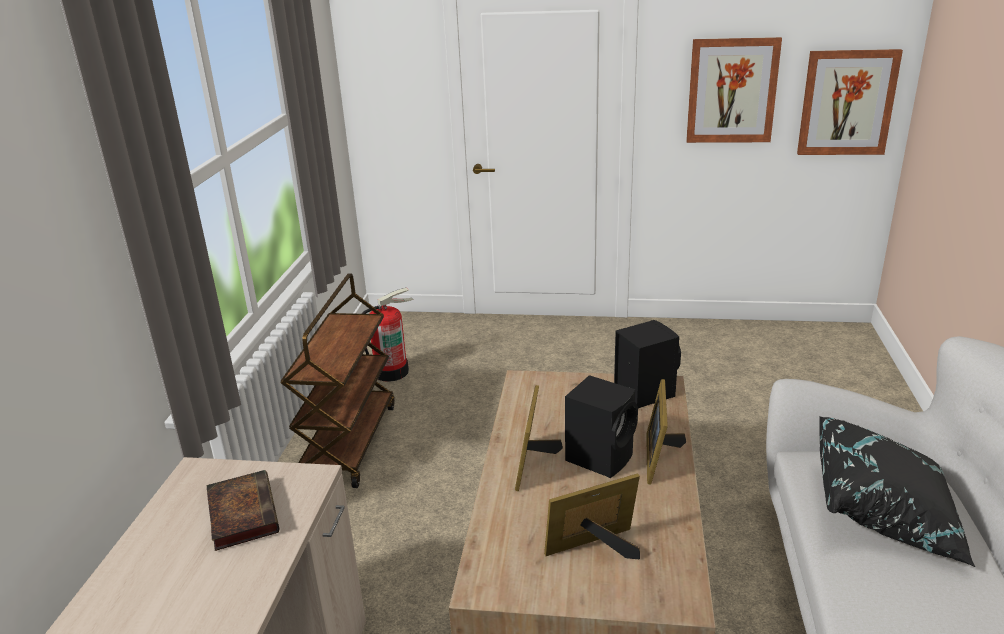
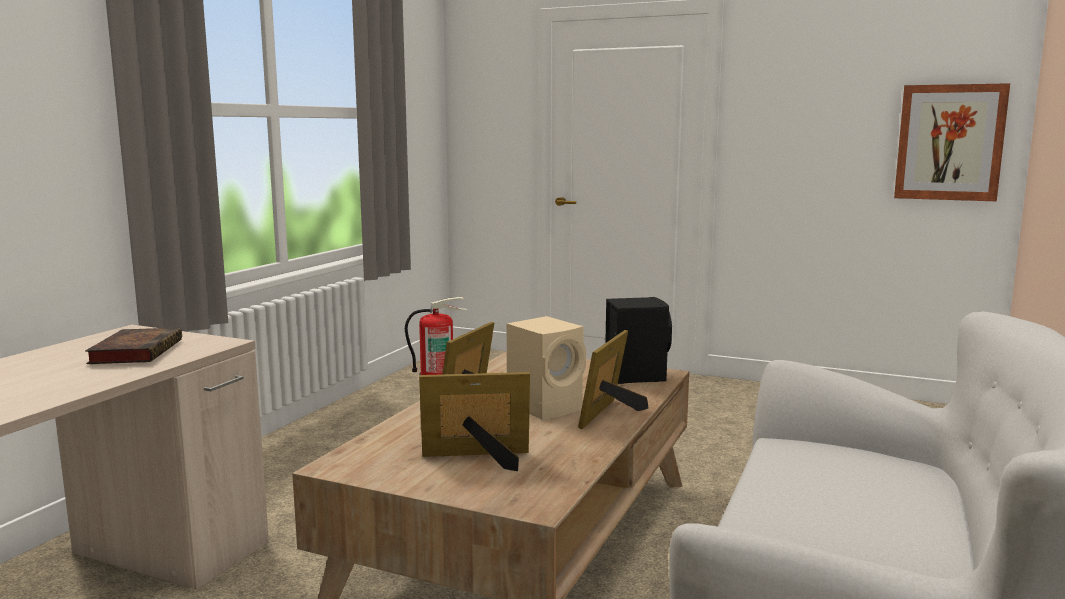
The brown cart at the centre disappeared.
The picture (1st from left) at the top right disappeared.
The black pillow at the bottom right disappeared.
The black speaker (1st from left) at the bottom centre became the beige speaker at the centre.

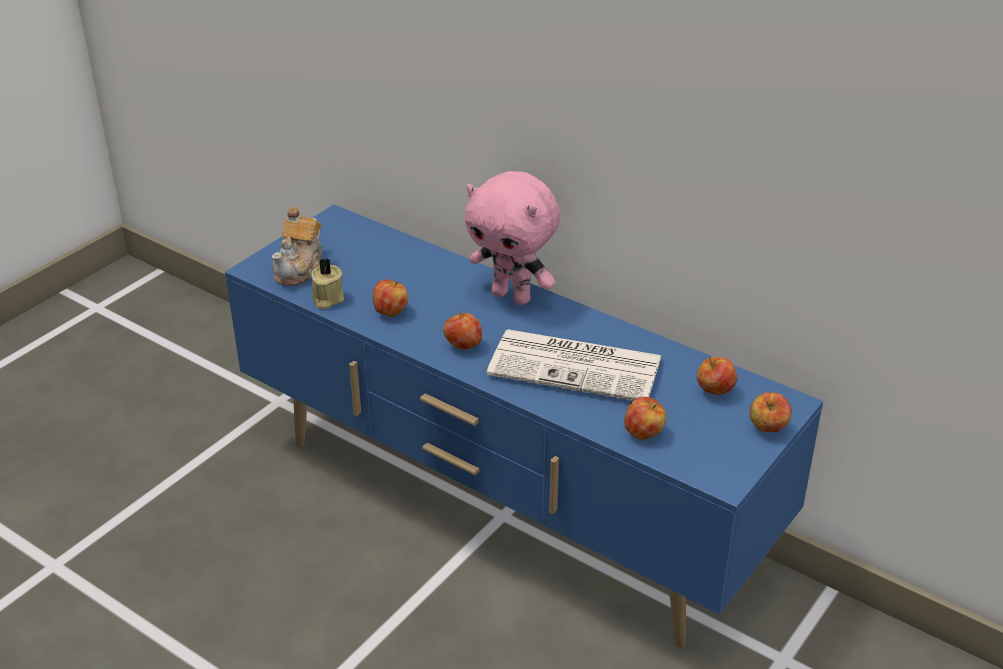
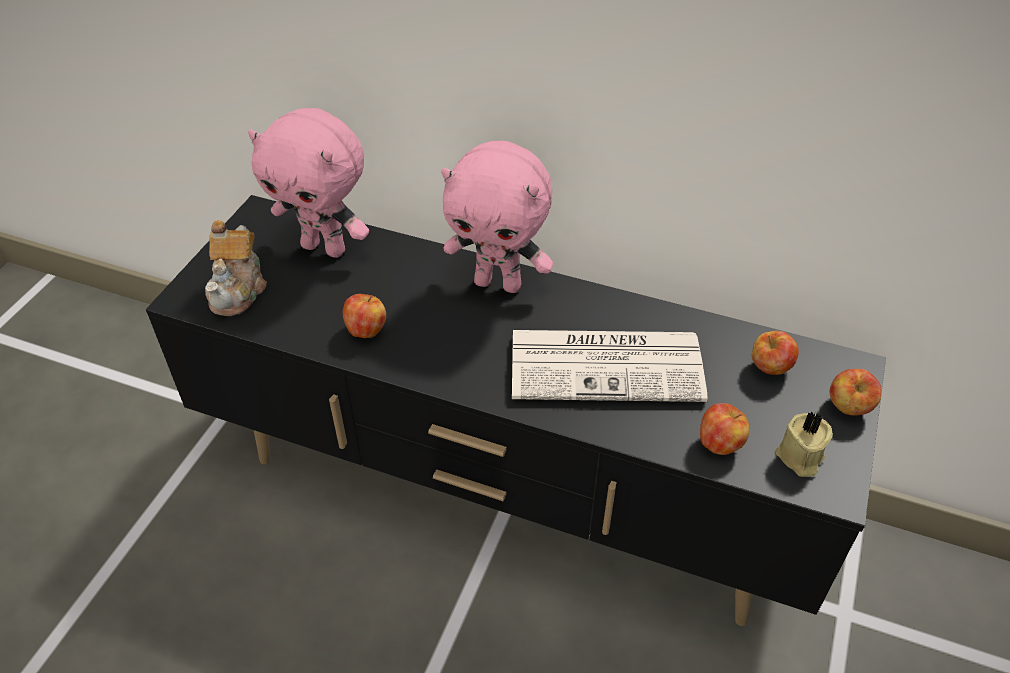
The apple (2nd from left) at the centre disappeared.
The pink plush toy (1st from left) at the top left appeared.
The beige candle moved from the middle left to the middle right.
The blue tv stand at the centre became the black tv stand at the centre.

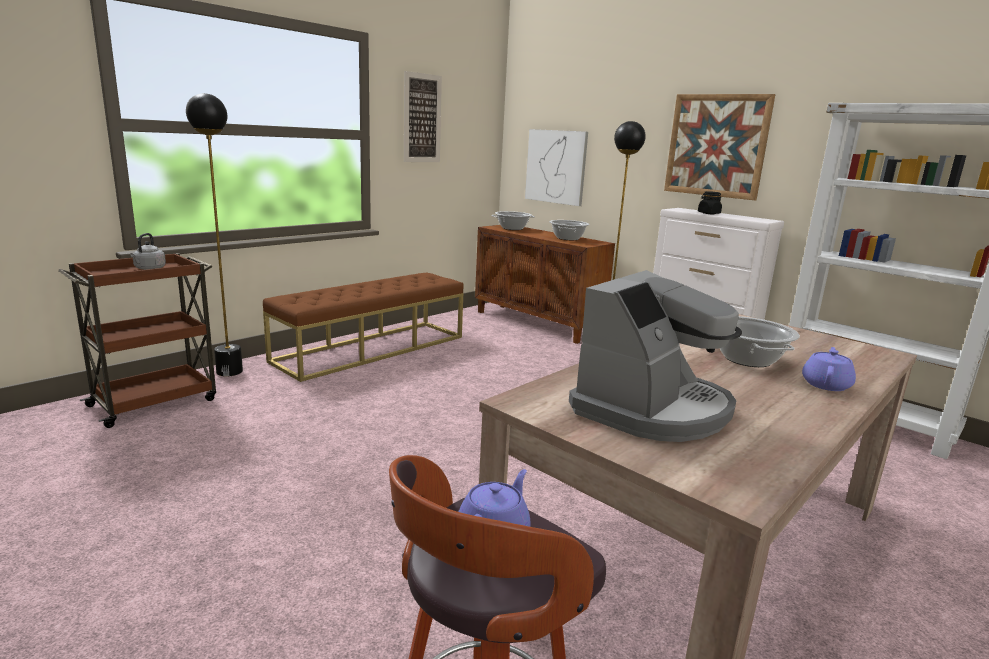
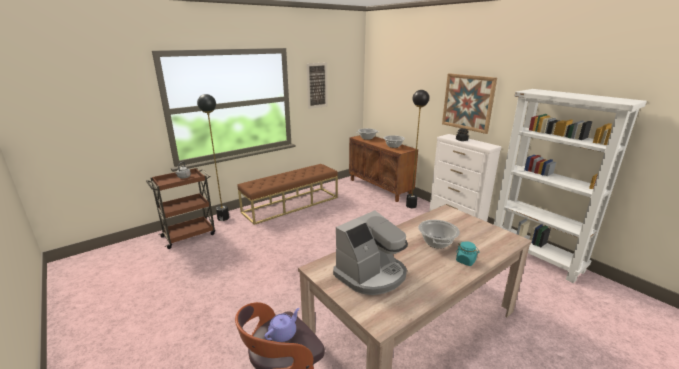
The picture (2nd from left) at the top centre disappeared.
The purple teapot (2nd from left) at the middle right was replaced by the turquoise jar at the bottom right.

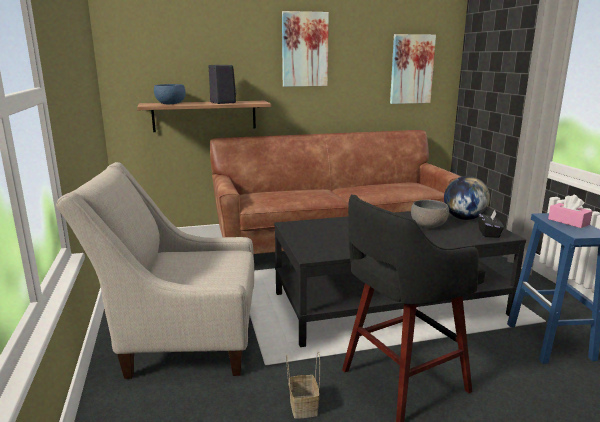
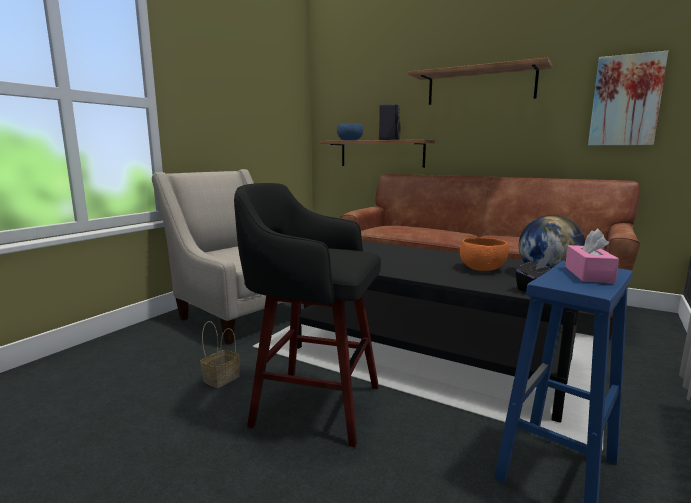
The picture (1st from left) at the top centre was replaced by the shelf (2nd from left) at the top right.
The grey bowl at the middle right became the orange bowl at the middle right.

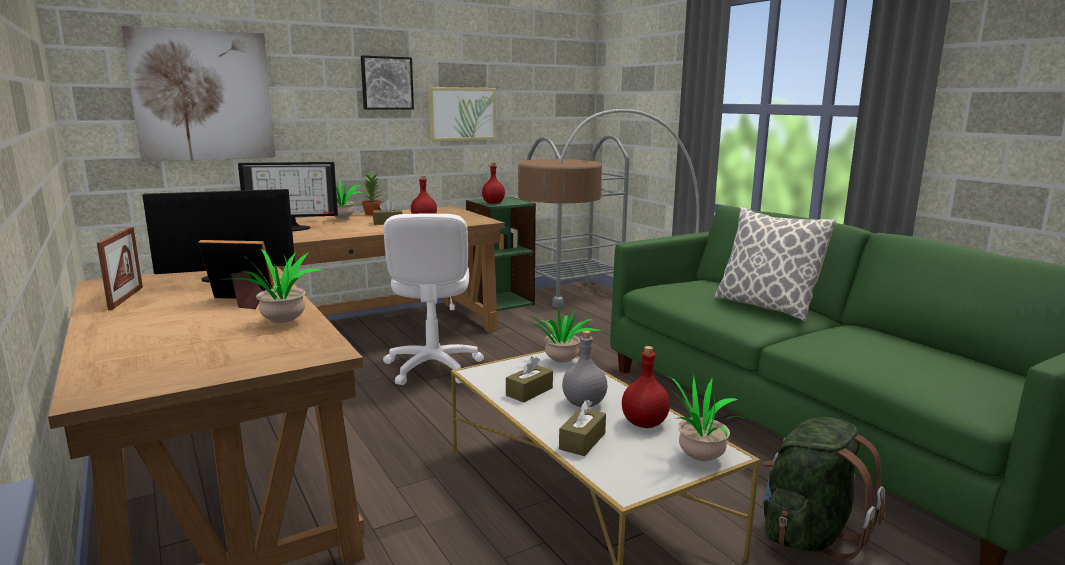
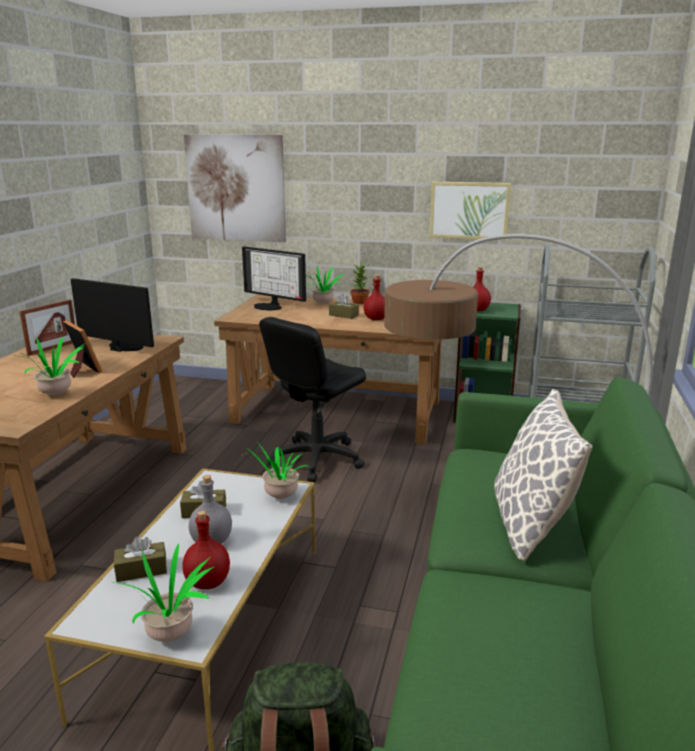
The picture (2nd from left) at the top centre disappeared.
The white office chair at the centre became the black office chair at the centre.

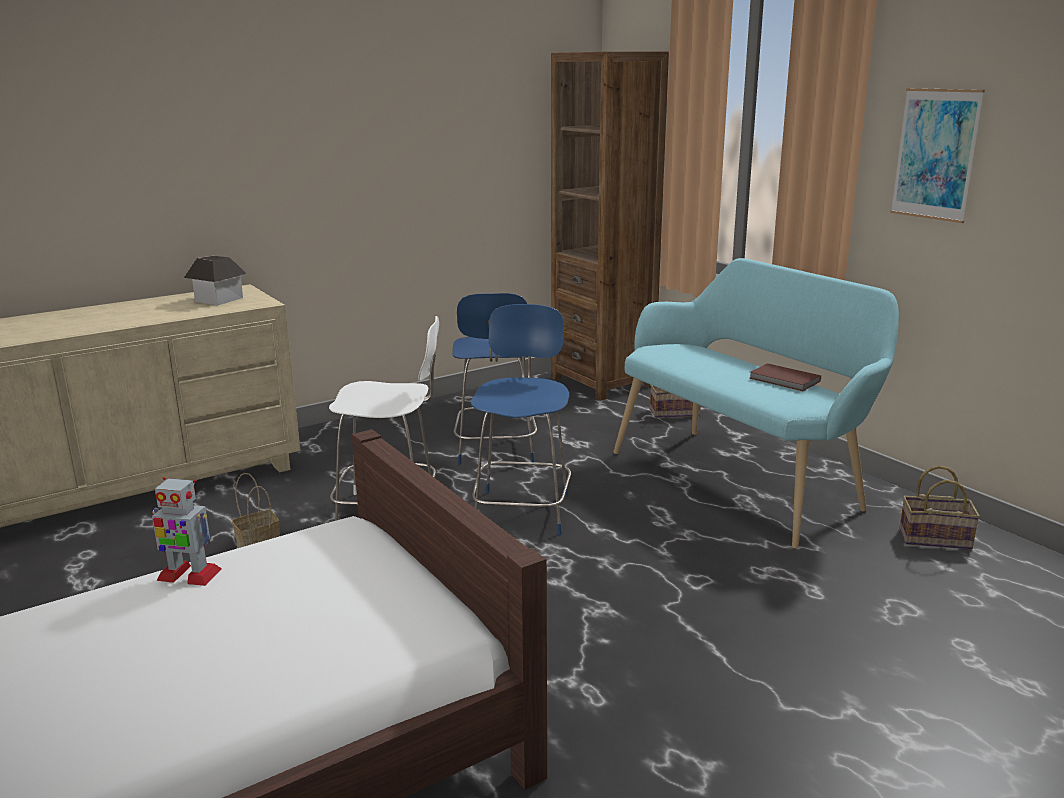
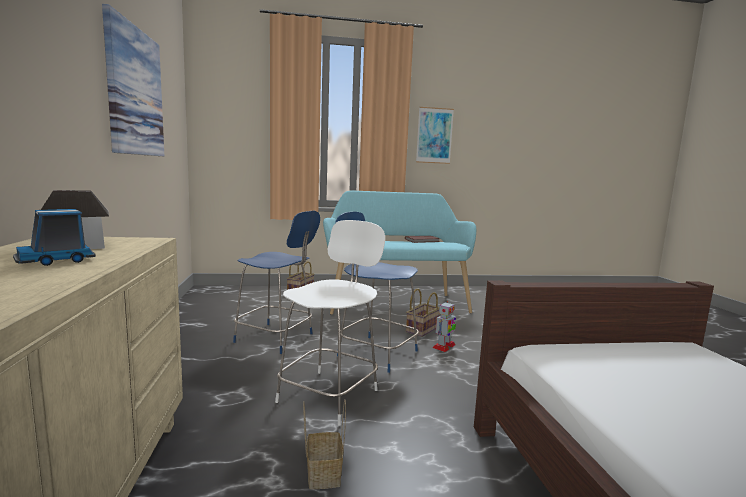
The brown bookcase at the top centre disappeared.
The toy truck at the middle left appeared.
The picture (1st from left) at the top left appeared.
The toy robot moved from the middle left to the centre.
The basket (3rd from left) moved from the middle right to the centre.

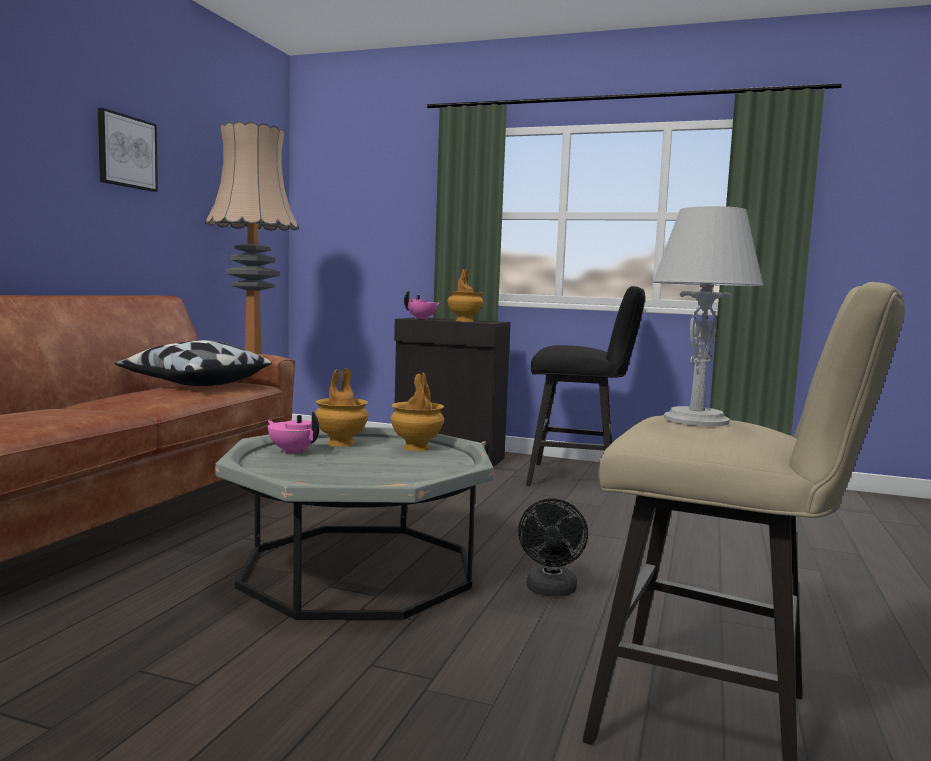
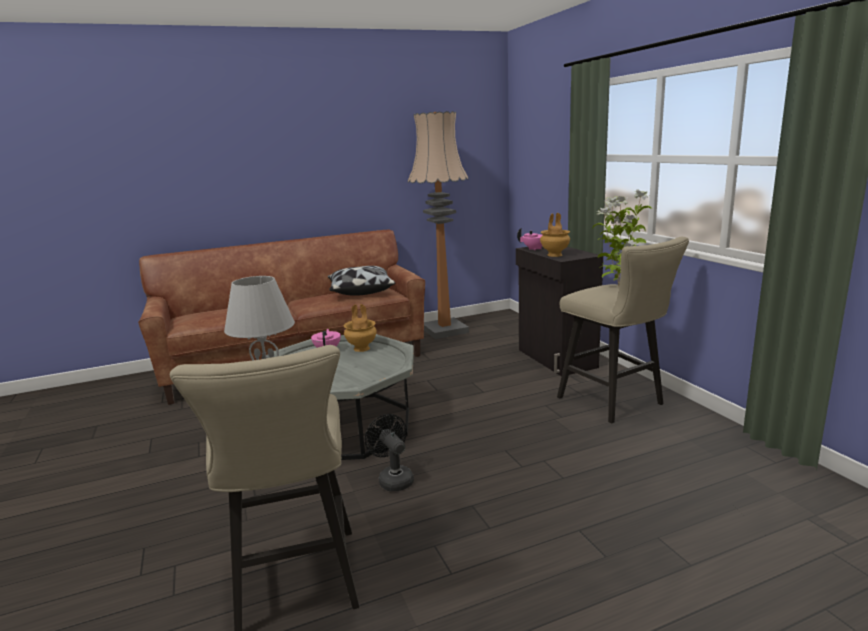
The picture at the top left disappeared.
The brown vase (2nd from left) at the centre disappeared.
The potted plant at the middle right appeared.
The black stool at the centre became the beige stool (2nd from left) at the middle right.
The black fan at the bottom centre turned 90 degrees clockwise.

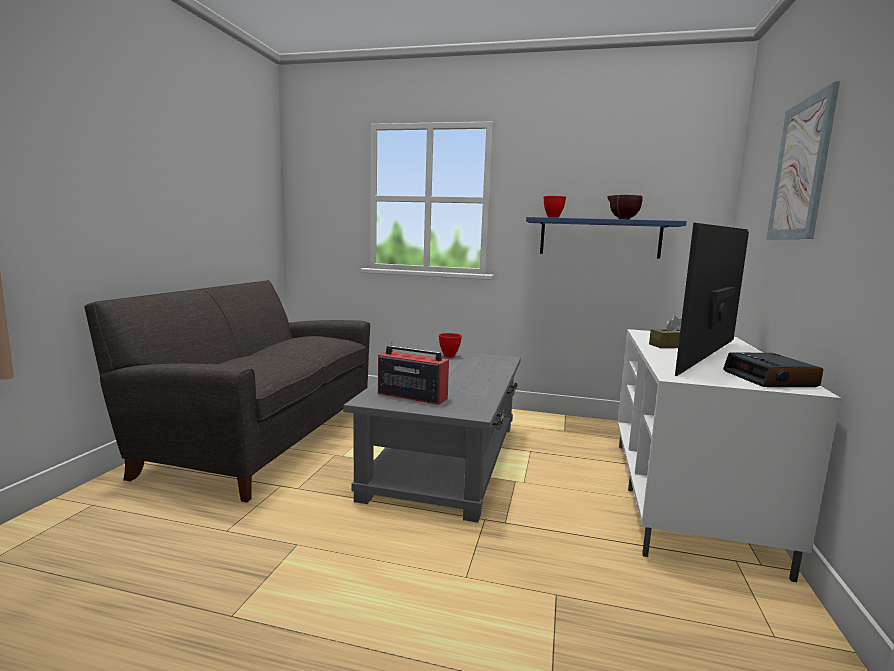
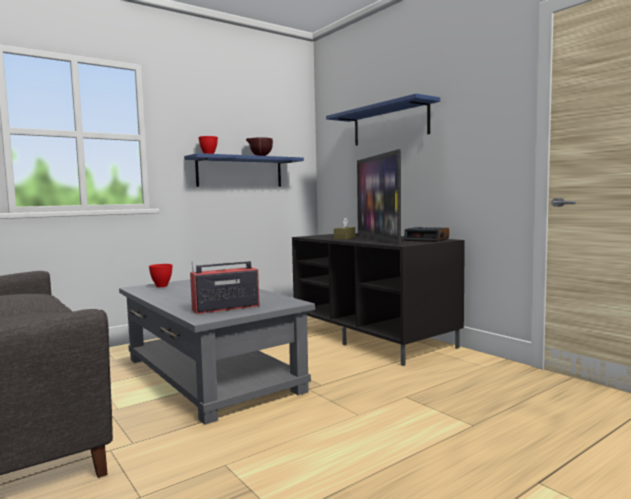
The picture at the top right was replaced by the blue shelf (2nd from left) at the top centre.
The white tv stand at the bottom right became the black tv stand at the centre.

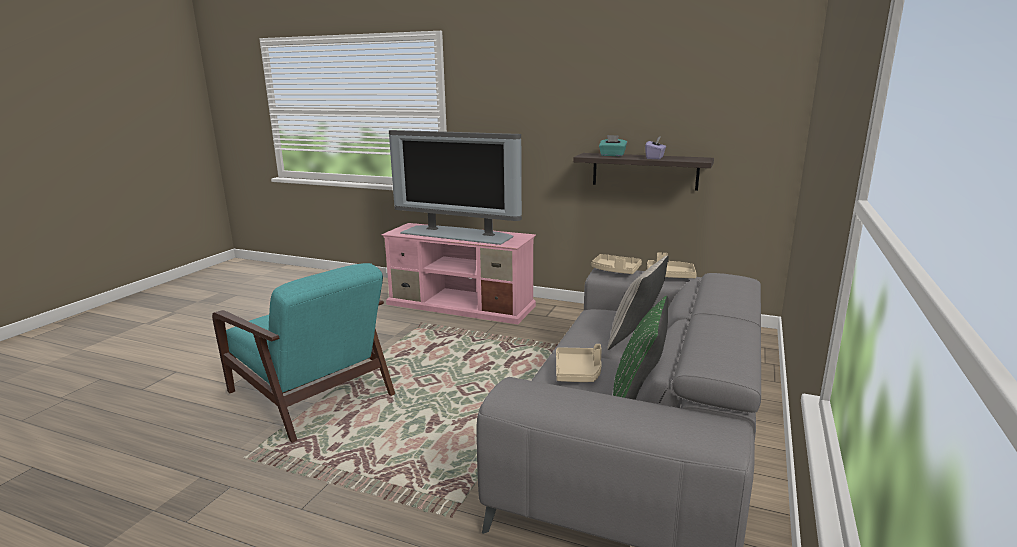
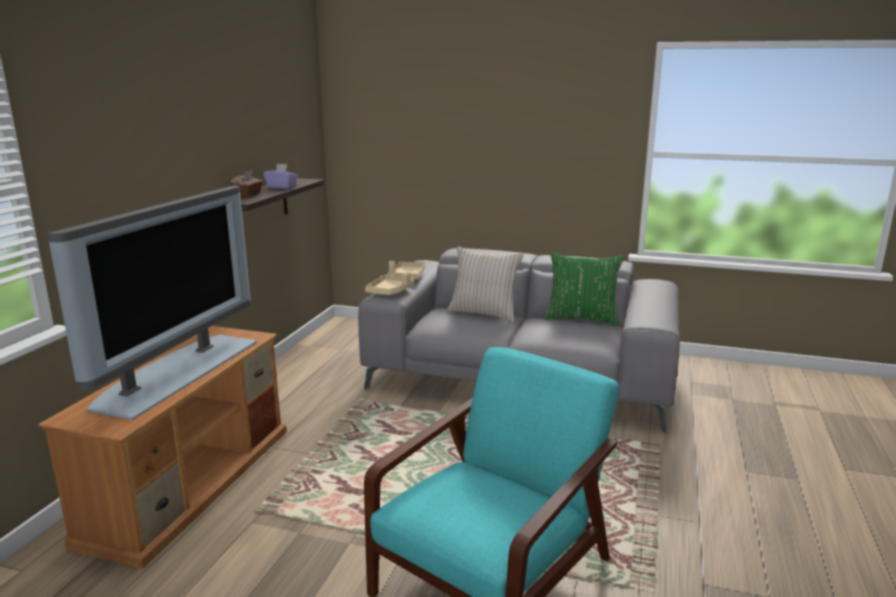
The beige tray (1st from left) at the centre disappeared.
The pink tv stand at the centre became the brown tv stand at the bottom left.
The turquoise tissue box at the top centre became the brown tissue box at the top left.

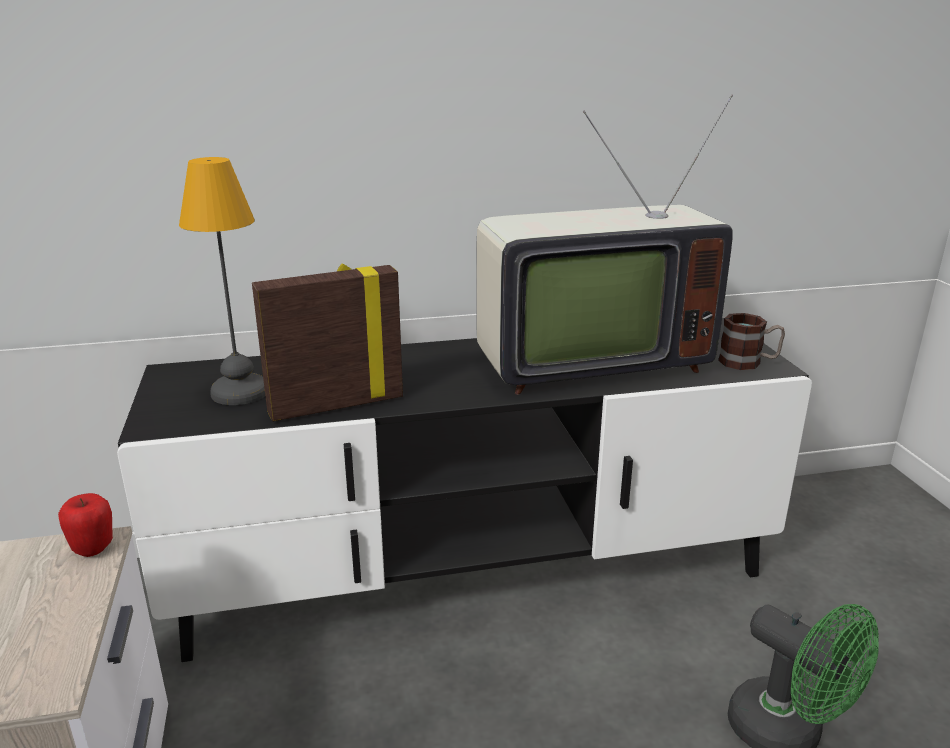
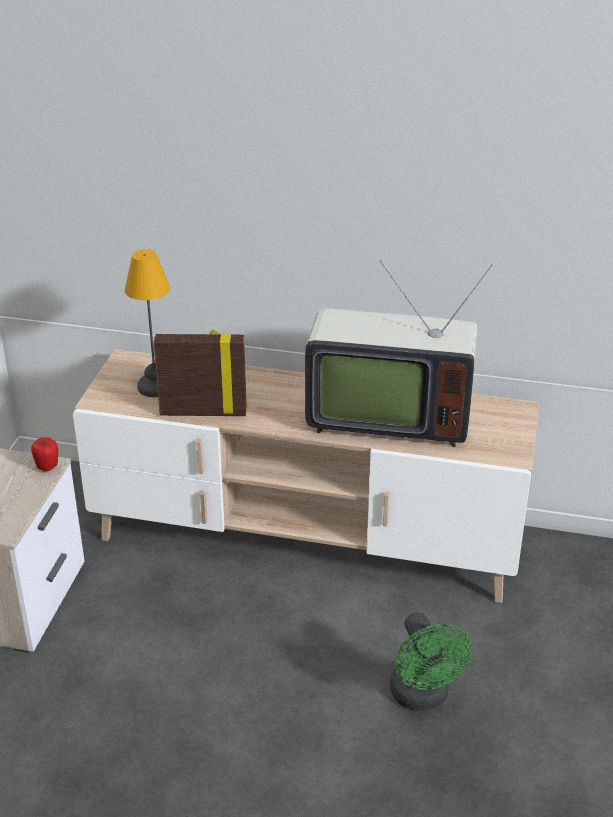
The mug at the middle right disappeared.
The black tv stand at the centre became the beige tv stand at the centre.

